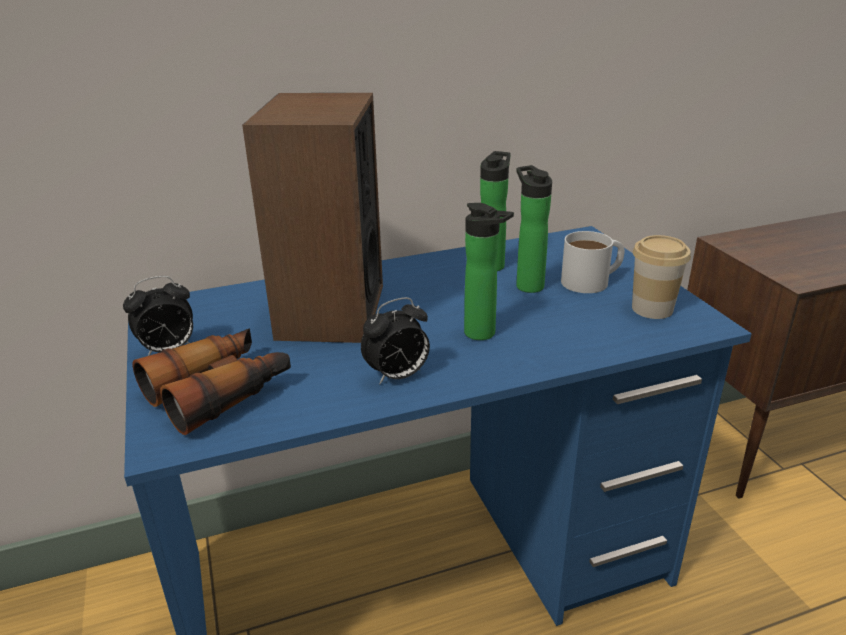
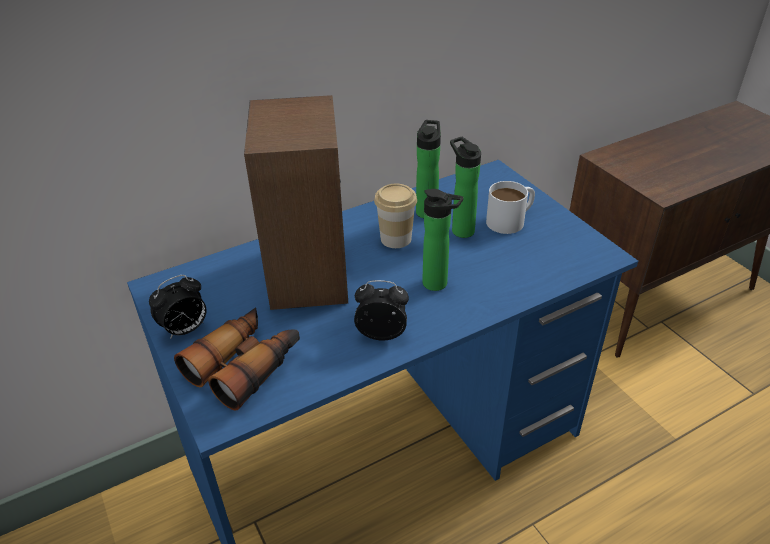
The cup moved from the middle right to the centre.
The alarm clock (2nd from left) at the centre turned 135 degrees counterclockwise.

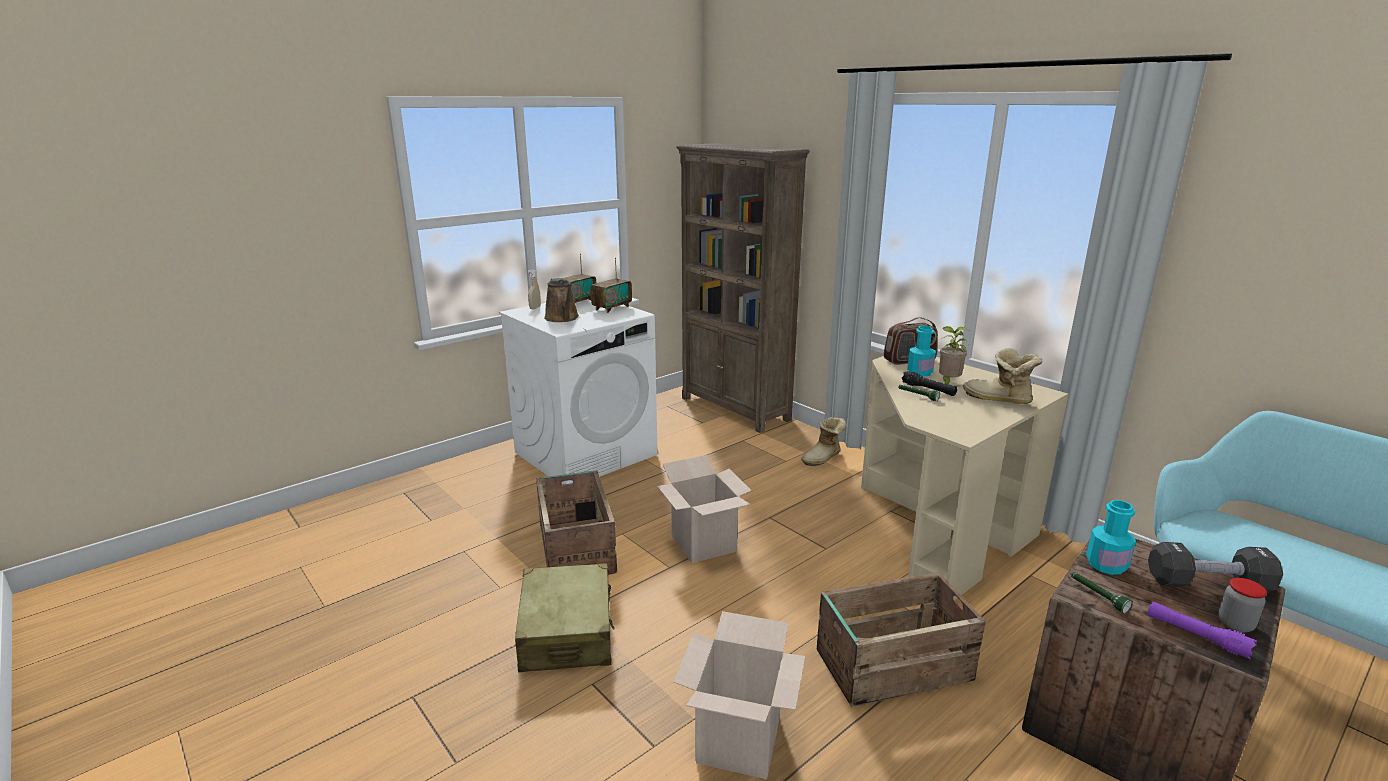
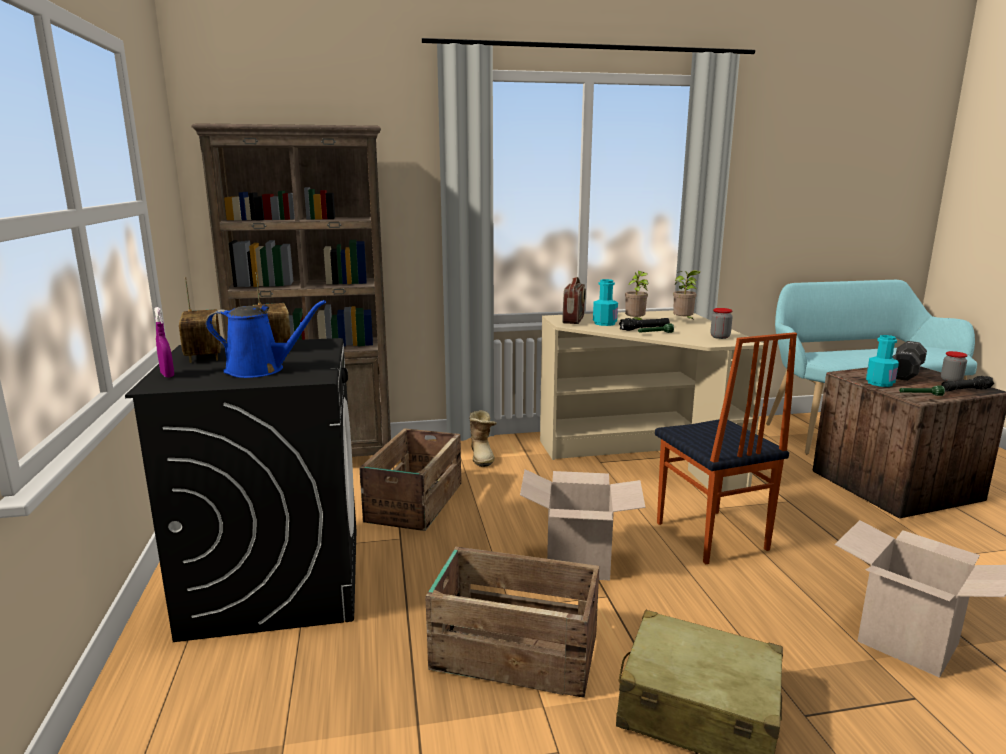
The chair at the middle right appeared.
The jar (1st from left) at the middle right appeared.
The crate (2nd from left in the first image) moved from the bottom centre to the centre.
The boot (2nd from left) at the middle right was replaced by the potted plant (2nd from left) at the middle right.
The white washing machine at the centre became the black washing machine at the middle left.
The beige spray bottle at the centre became the purple spray bottle at the middle left.
The brown watering can at the centre became the blue watering can at the middle left.
The purple flashlight at the bottom right became the black flashlight (2nd from left) at the middle right.

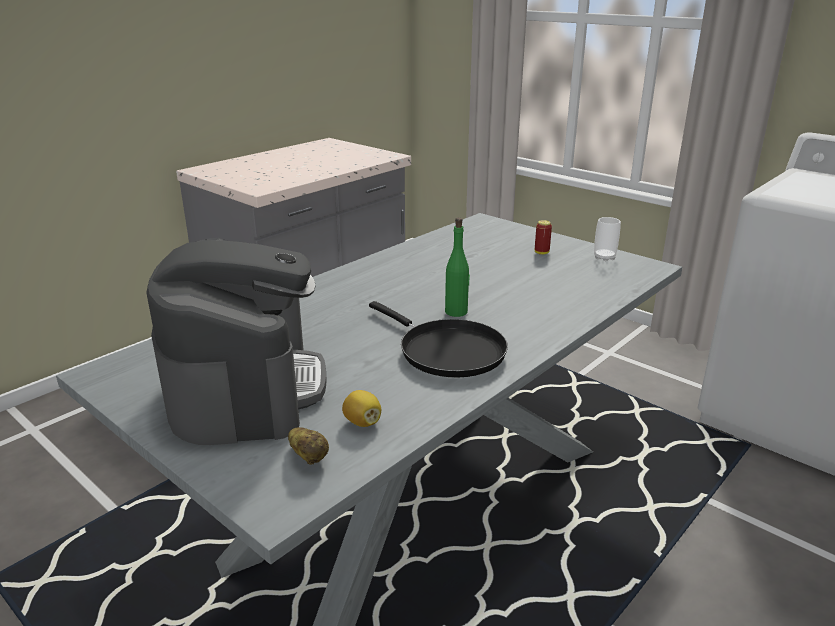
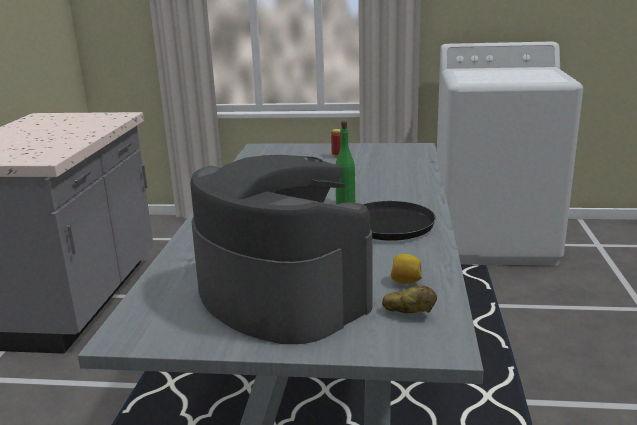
The cup at the middle right disappeared.

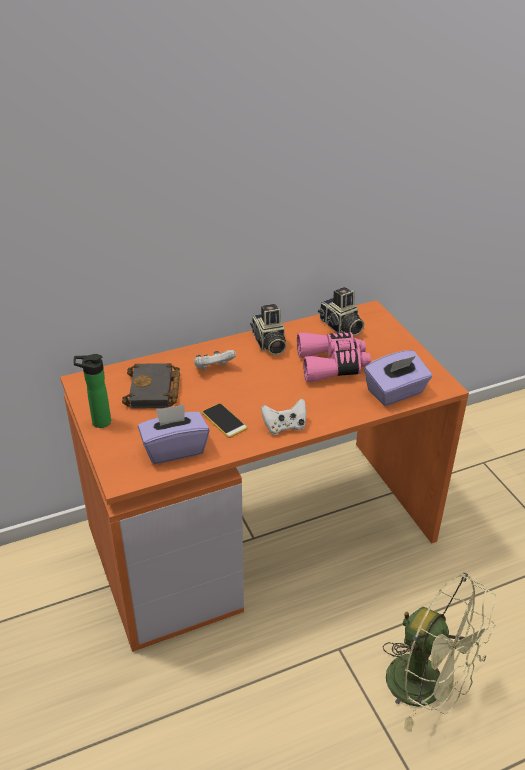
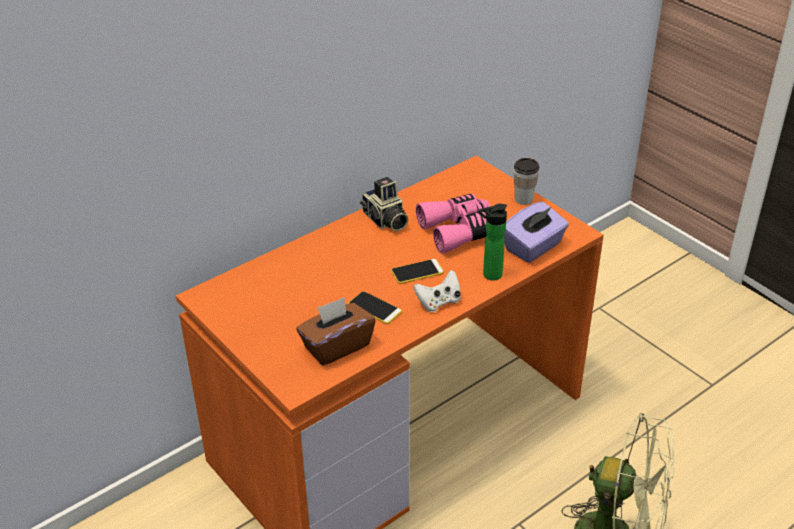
The black book at the middle left disappeared.
The white game controller (1st from left) at the centre disappeared.
The photo camera (2nd from left) at the centre disappeared.
The phone (2nd from left) at the centre appeared.
The cup at the centre appeared.
The bottle moved from the middle left to the centre.
The purple tissue box (1st from left) at the middle left became the brown tissue box at the centre.

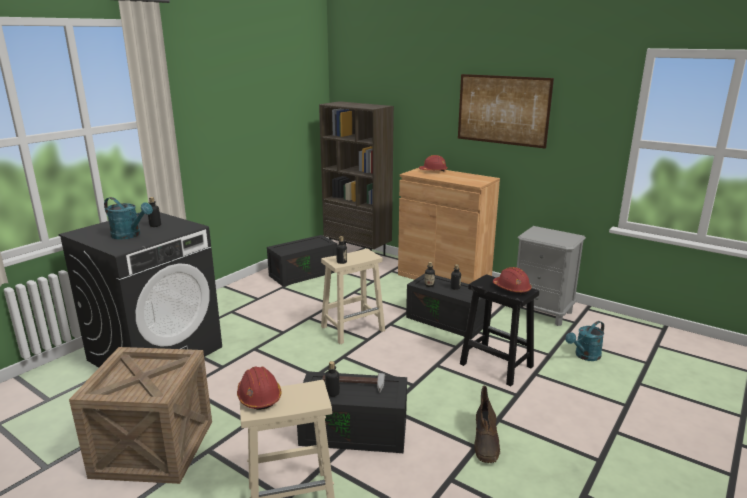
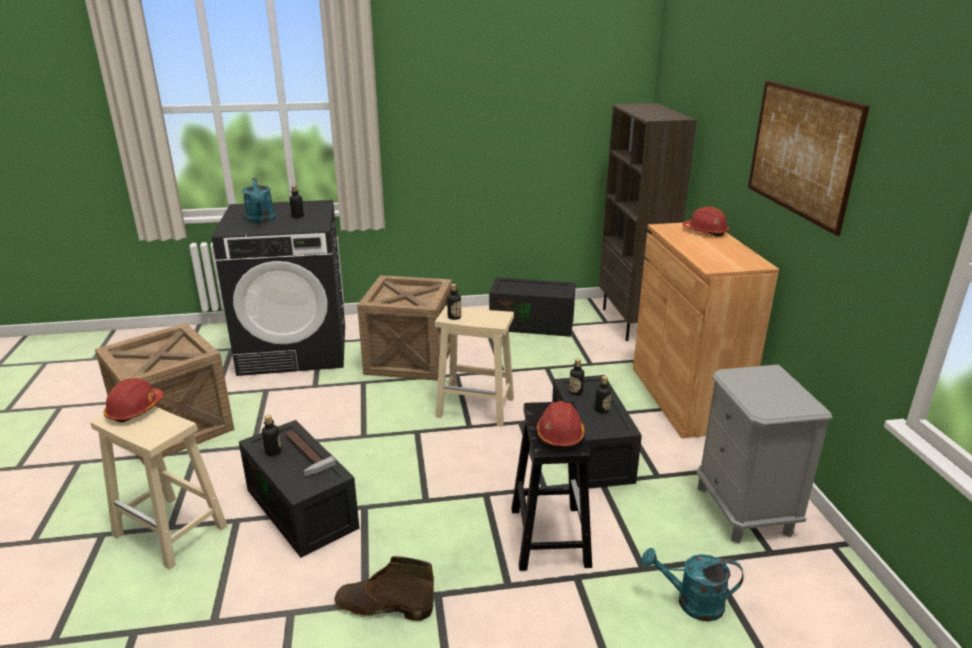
The crate (2nd from left) at the centre appeared.
The brown boot at the bottom centre turned 45 degrees clockwise.

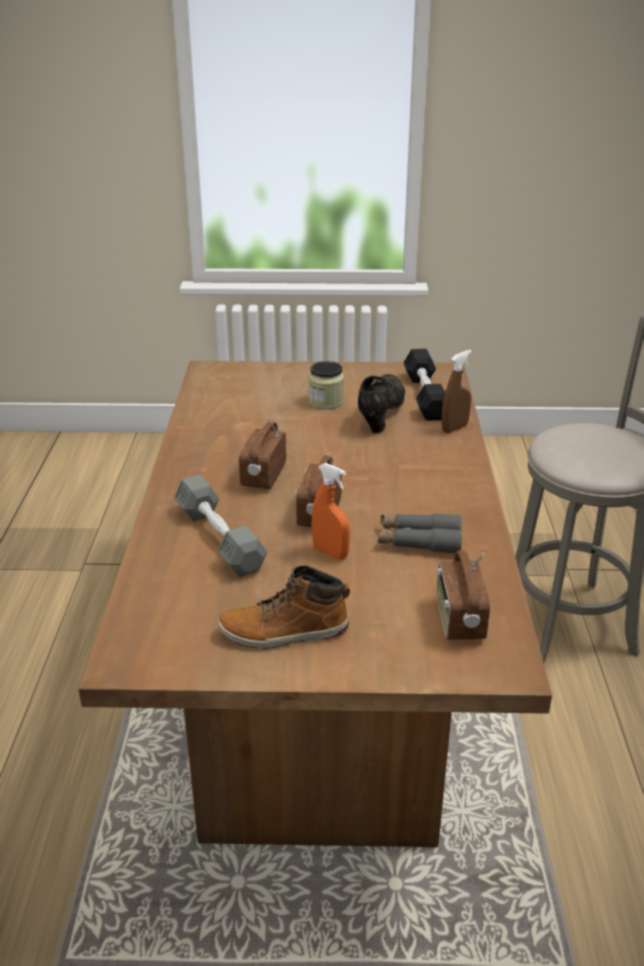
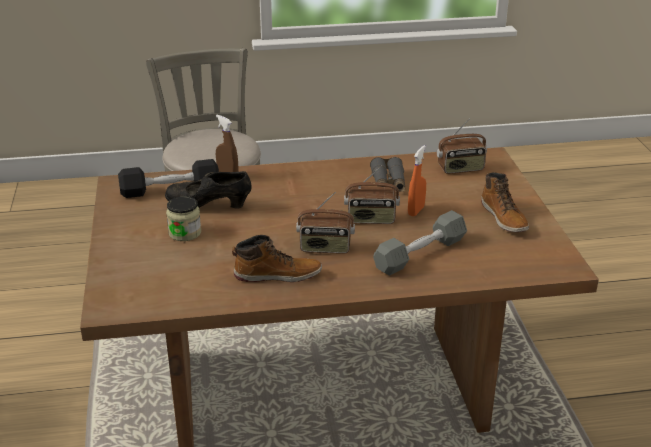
The boot (1st from left) at the centre appeared.

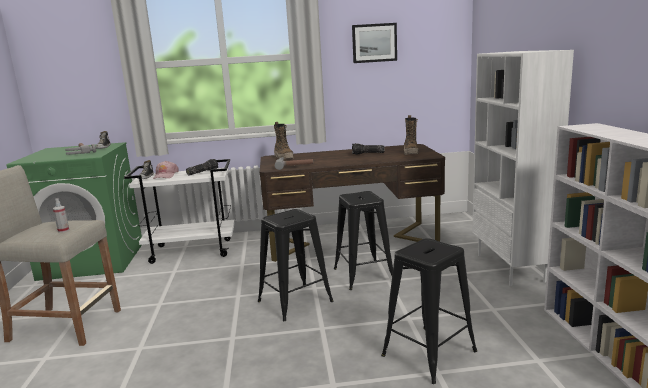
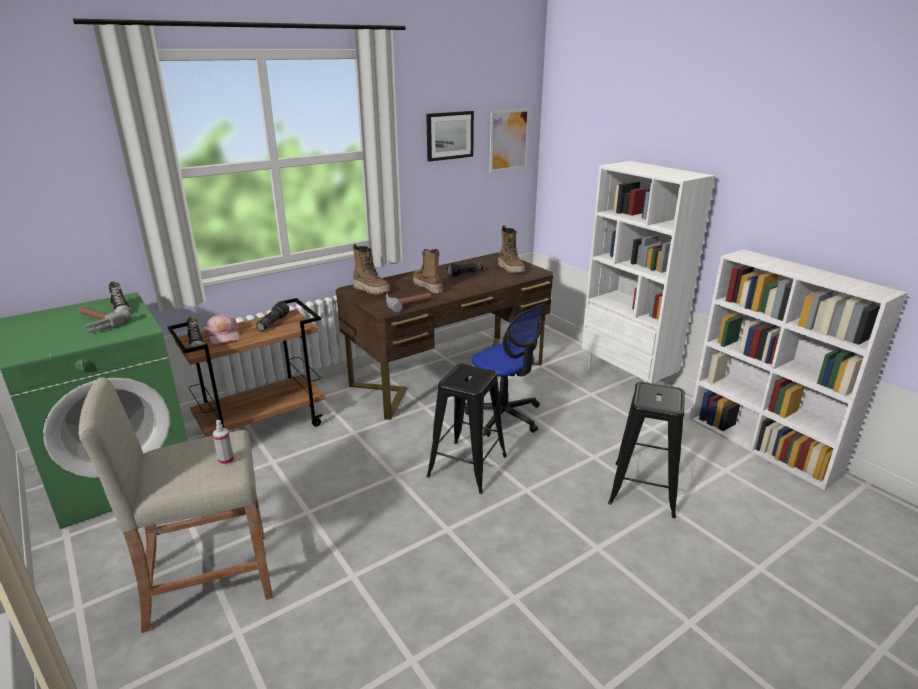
The boot (2nd from left) at the centre appeared.
The picture (2nd from left) at the top centre appeared.
The black stool (2nd from left) at the centre was replaced by the office chair at the centre.
The white cart at the middle left became the brown cart at the middle left.

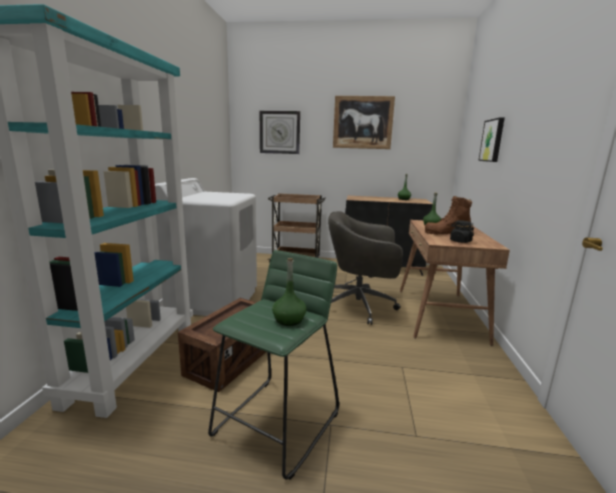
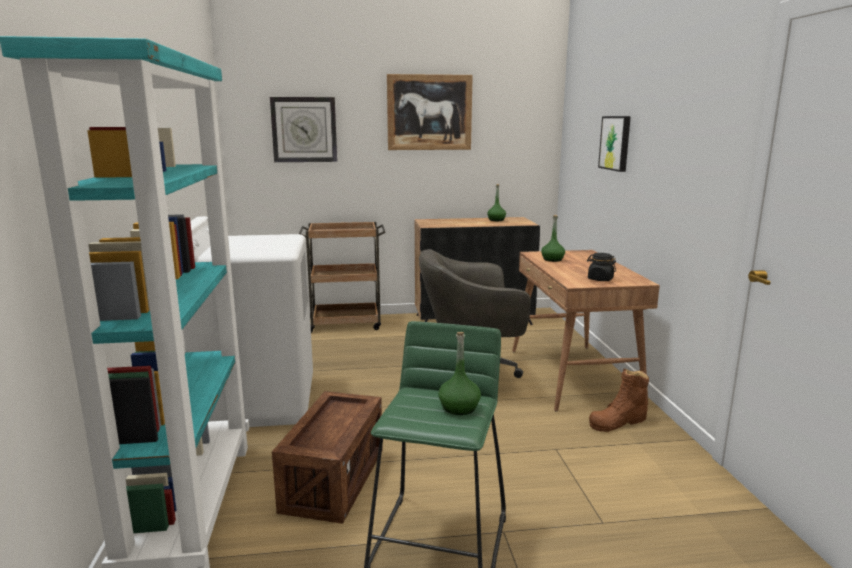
The brown boot moved from the middle right to the bottom right.

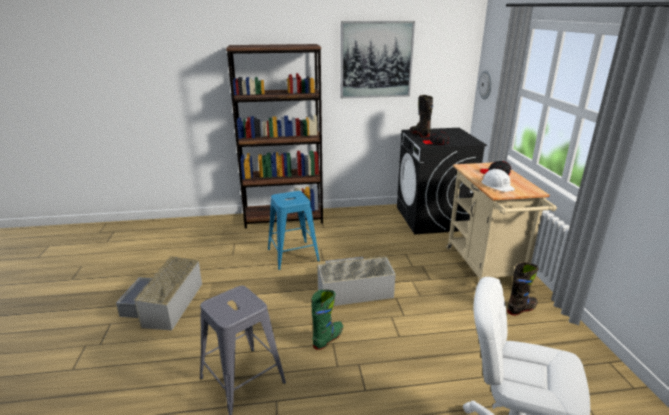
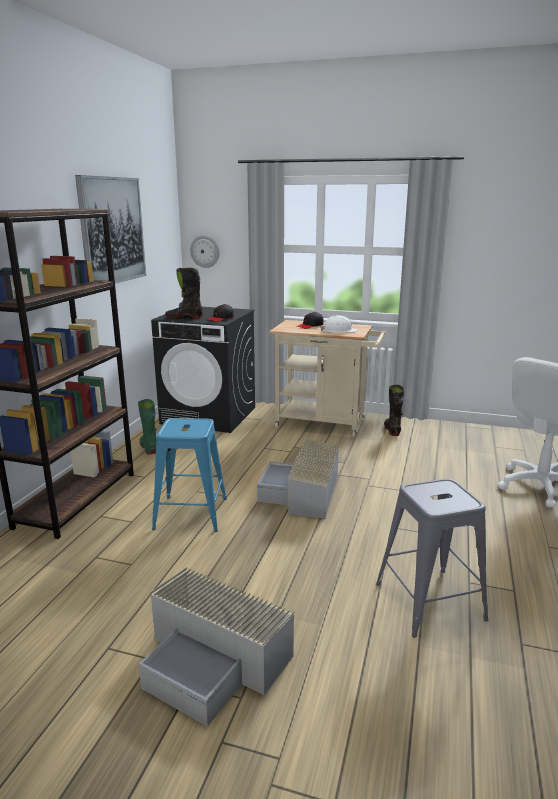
The green boot moved from the bottom centre to the middle left.

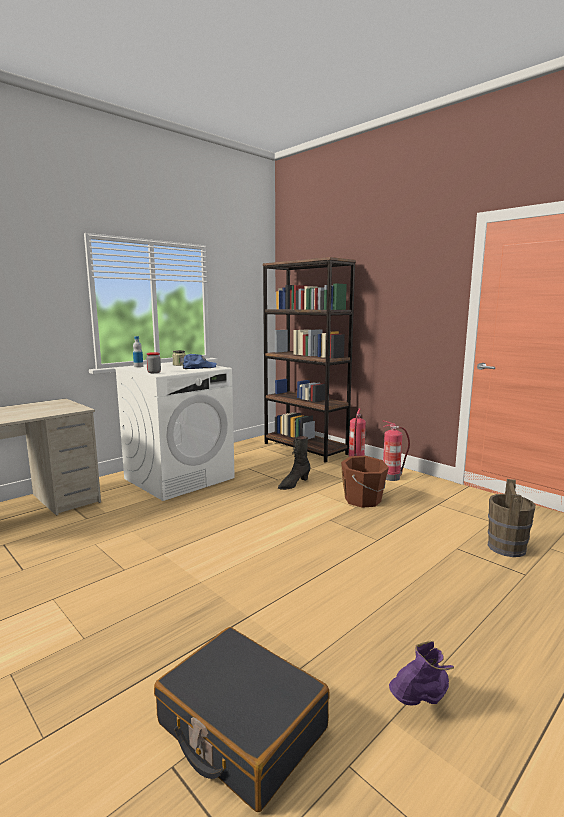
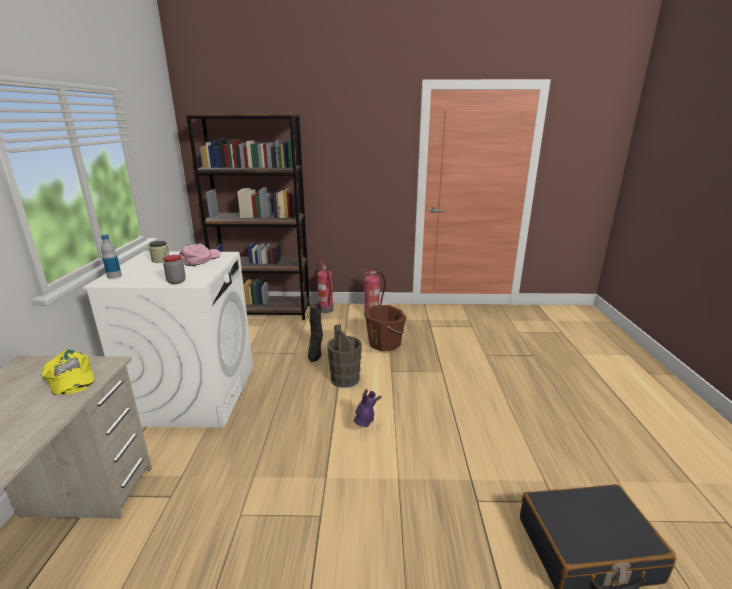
The yellow cap at the middle left appeared.
The purple boot moved from the bottom right to the bottom centre.
The brown bucket (2nd from left in the first image) moved from the middle right to the centre.
The blue cap at the centre became the pink cap at the middle left.

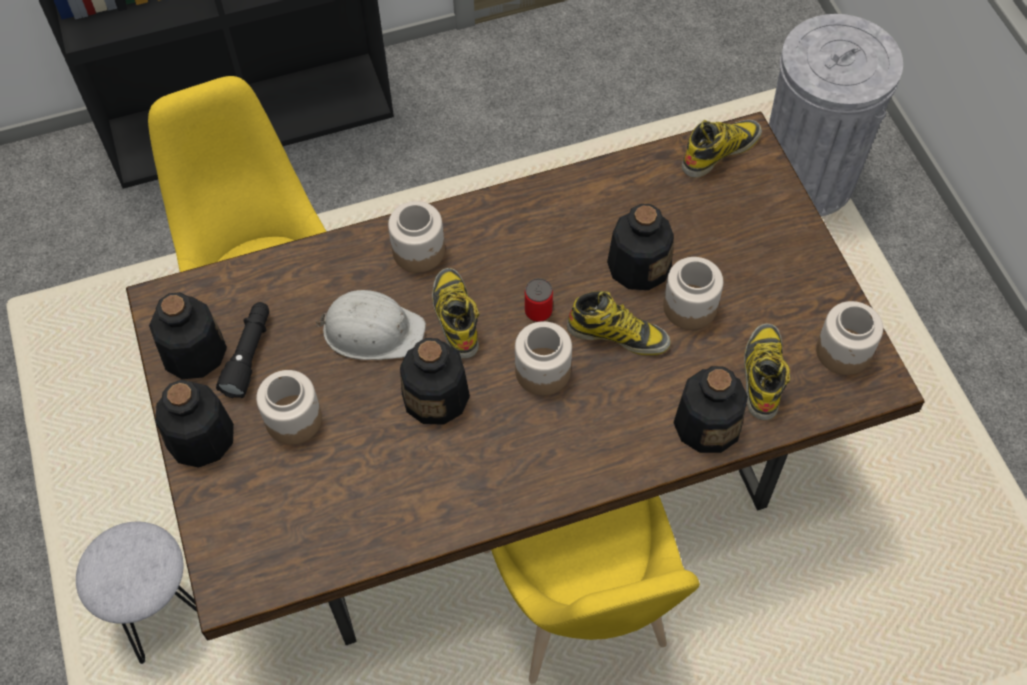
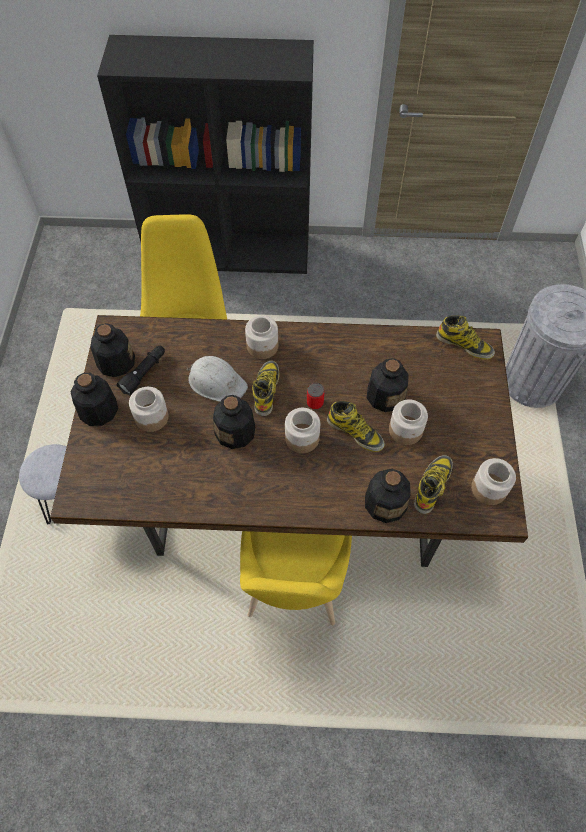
The boot (3rd from left in the first image) at the top right turned 45 degrees clockwise.

